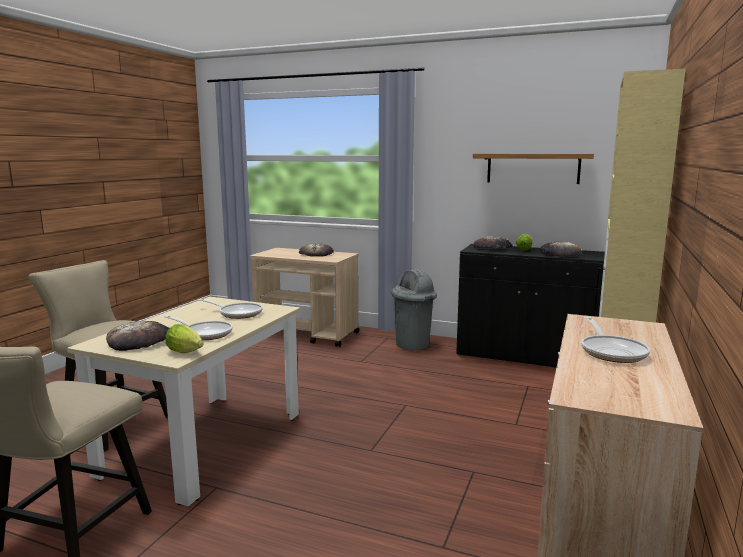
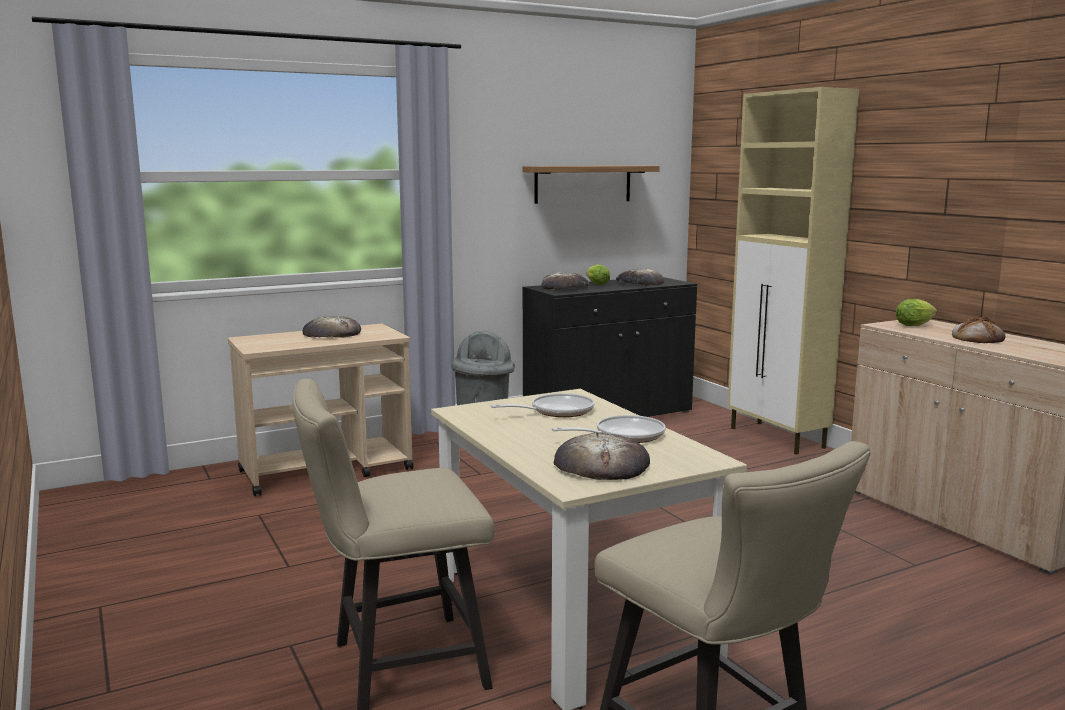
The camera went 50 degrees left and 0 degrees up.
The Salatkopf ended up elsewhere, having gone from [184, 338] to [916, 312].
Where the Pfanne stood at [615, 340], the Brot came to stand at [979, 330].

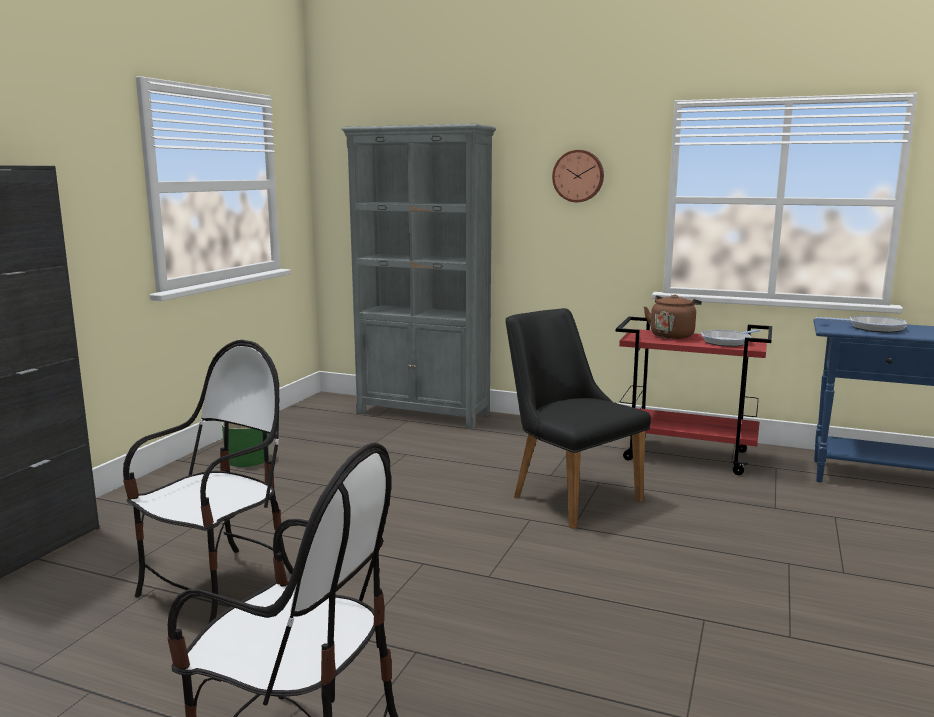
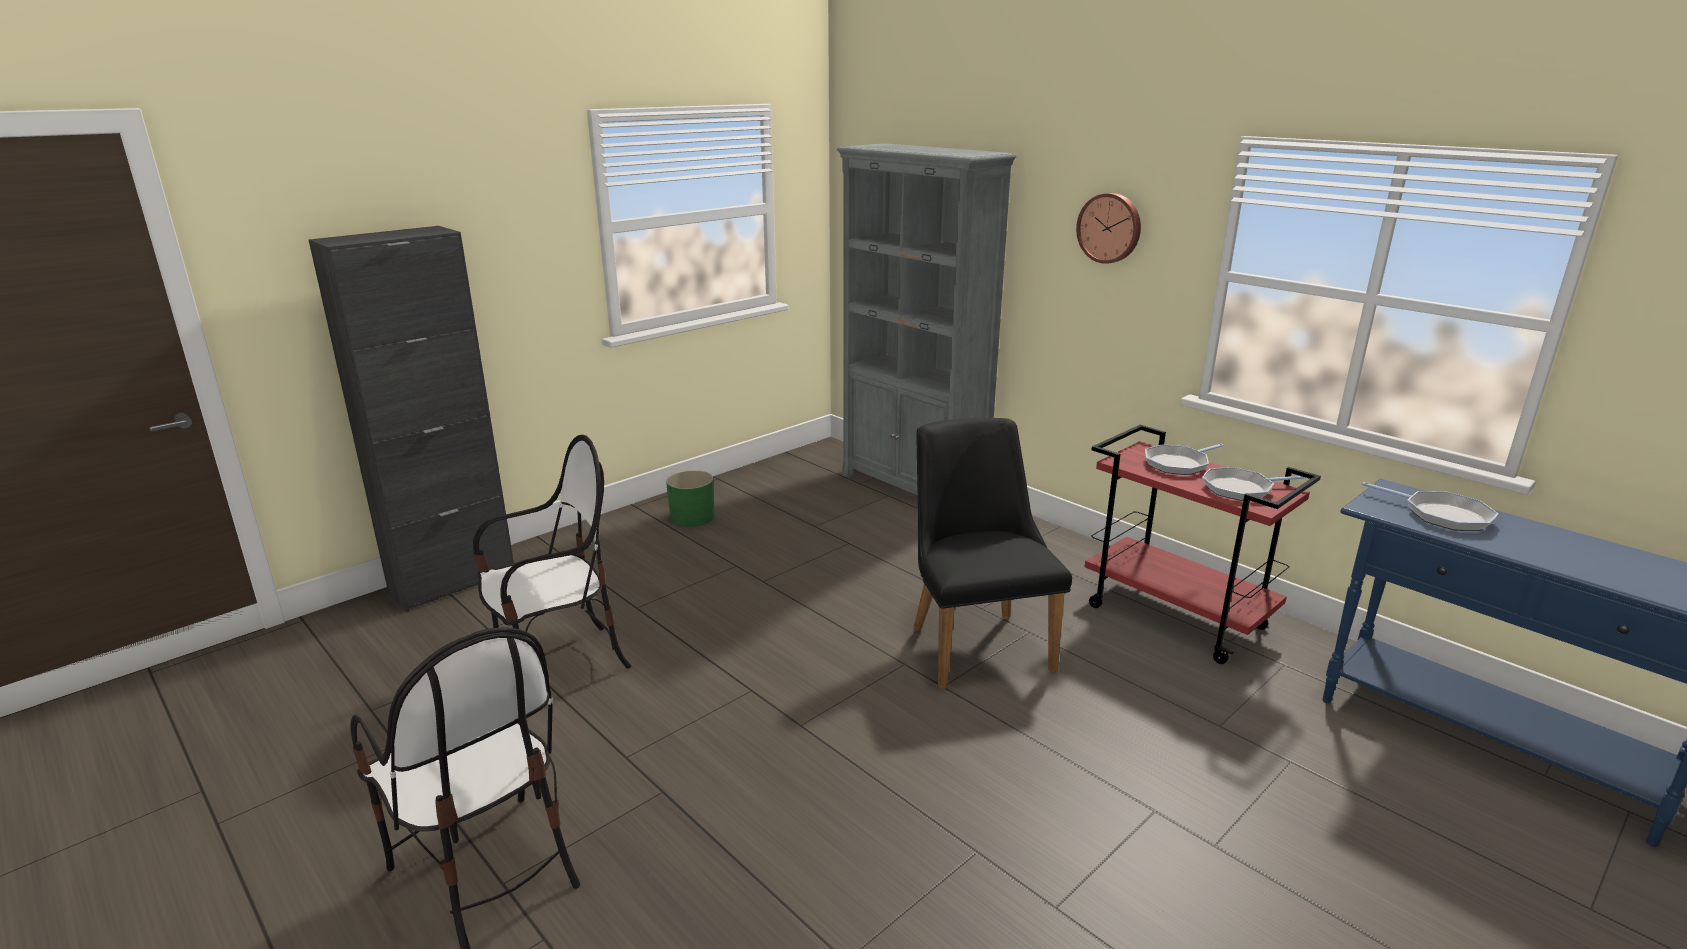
The camera went 25 degrees right and 10 degrees up.
Where the Wasserkessel [braun] stood at [673, 317], the Pfanne came to stand at [1184, 459].

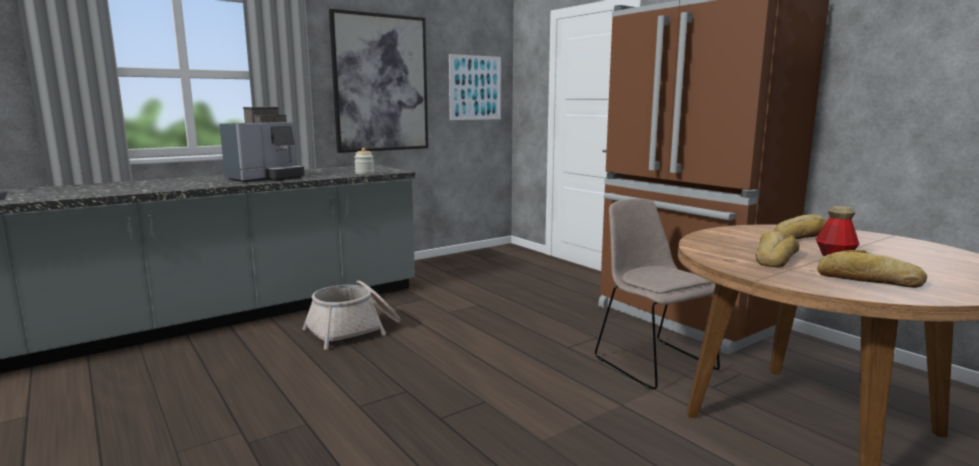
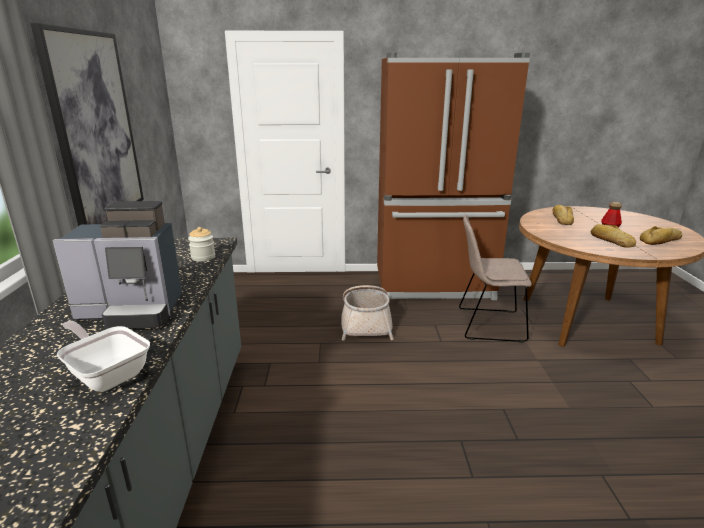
The camera went 55 degrees left and 10 degrees up.
The second view lost the Bild at [475, 87].
The second view gained the Pfanne at [103, 356].
The Korb ended up elsewhere, having gone from [352, 315] to [367, 313].
The Kaffeemaschine at [262, 144] ended up facing another way, 105 degrees clockwise from before.

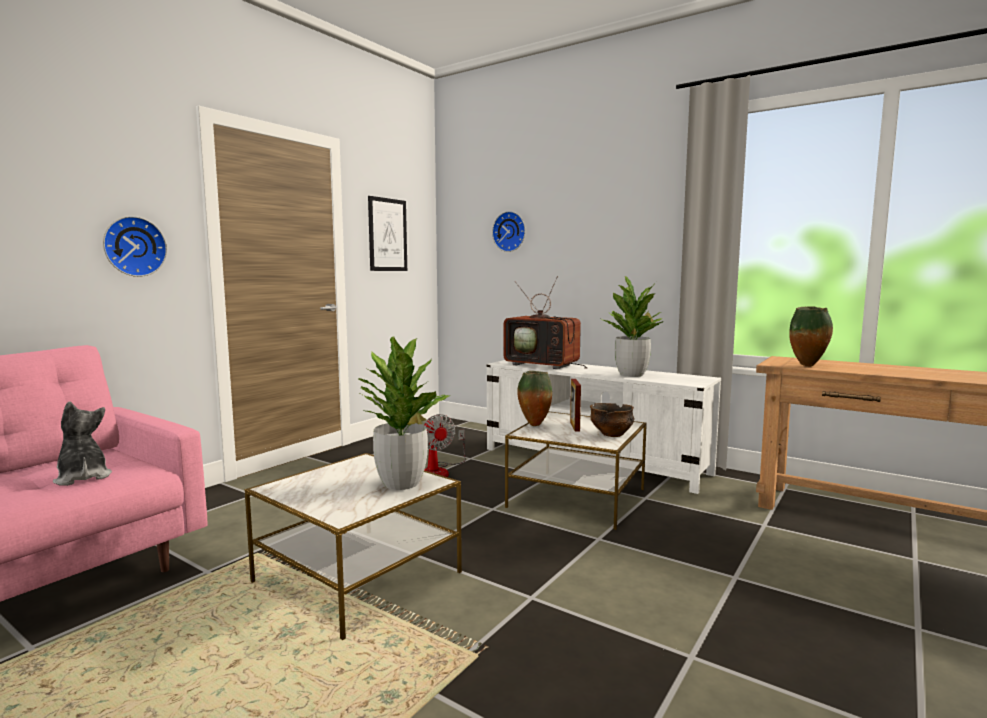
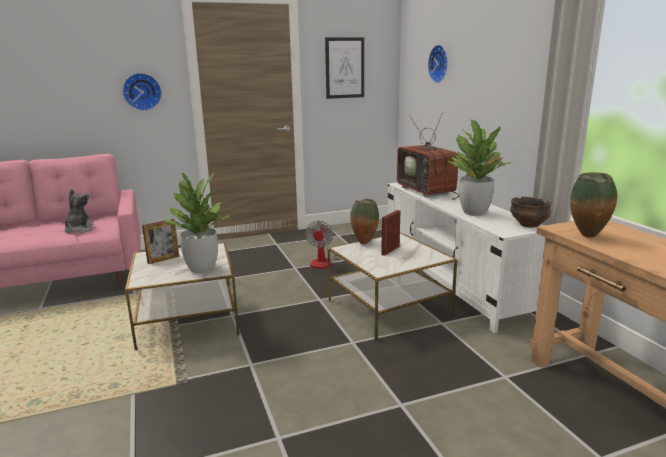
The camera went 35 degrees right and 10 degrees up.
The second view gained the Bilderrahmen at [160, 241].
The Schüssel ended up elsewhere, having gone from [612, 420] to [531, 212].

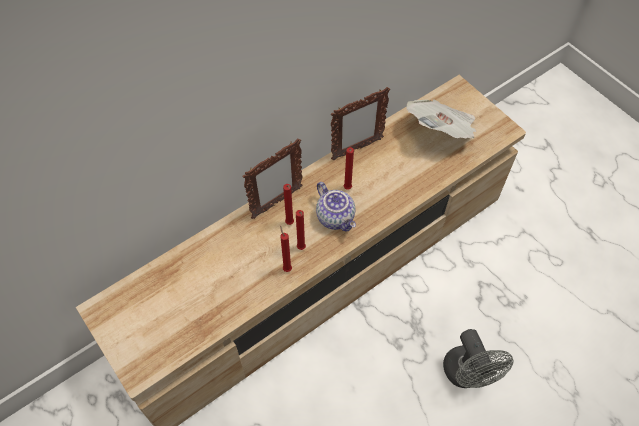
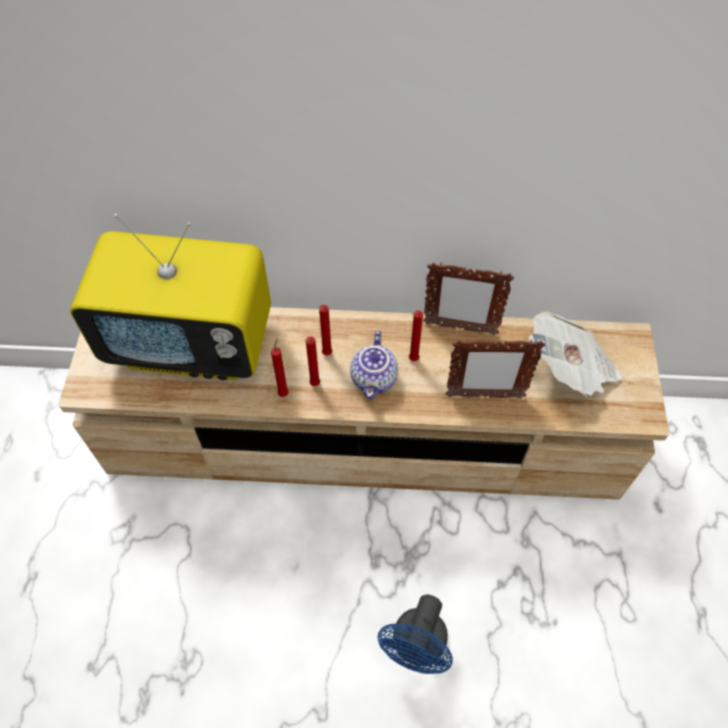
The camera went 40 degrees right and 0 degrees up.
The second view gained the Fernseher at [170, 297].
The Bilderrahmen ended up elsewhere, having gone from [272, 179] to [495, 368].
What was the Ventilator [grau] at [478, 358] turned into the Ventilator [blau] at [415, 634].

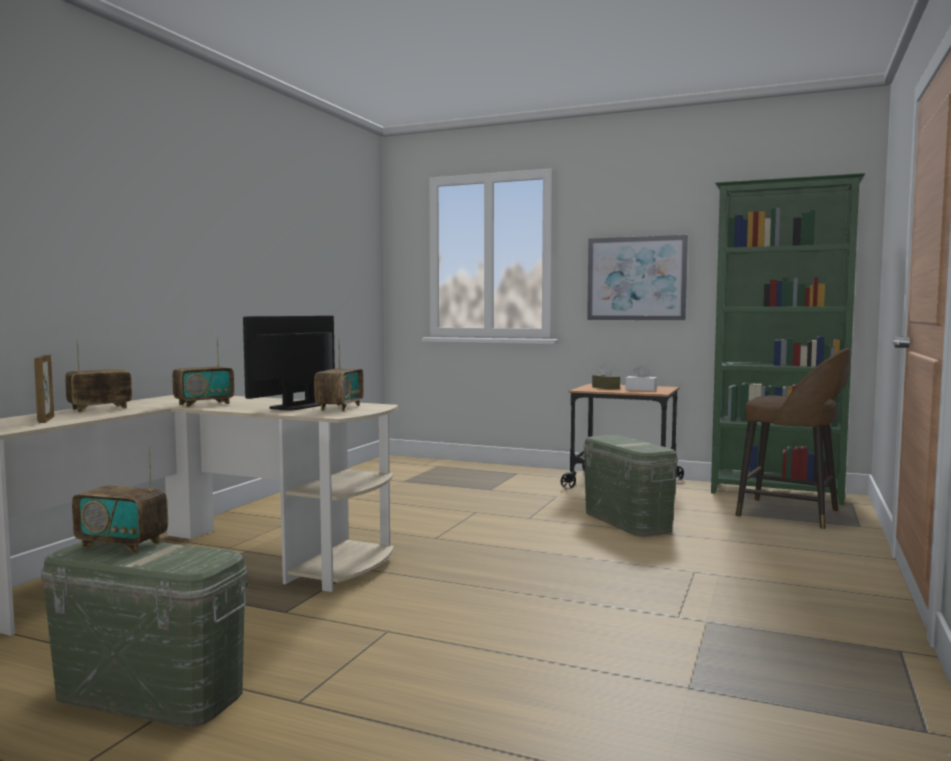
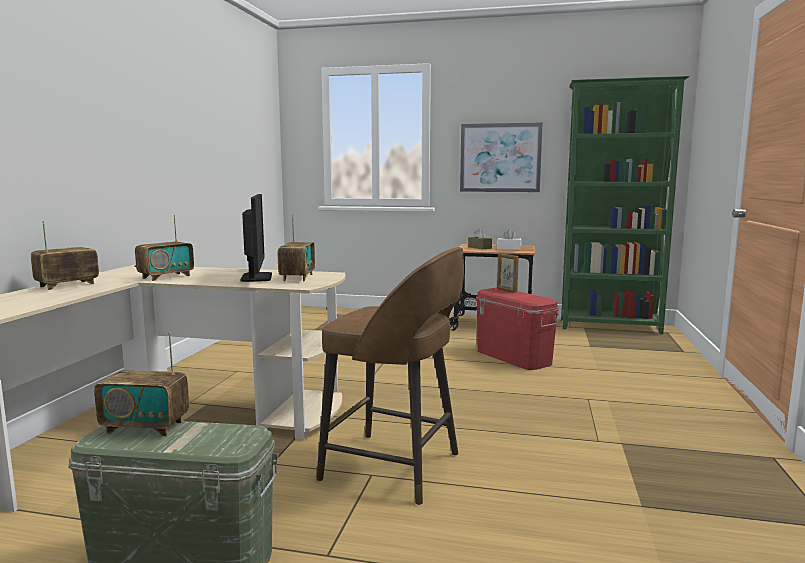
The camera went 10 degrees left and 5 degrees up.
The Bilderrahmen ended up elsewhere, having gone from [44, 389] to [508, 273].
The Hocker [braun] ended up elsewhere, having gone from [793, 438] to [390, 376].
What was the Aufbewahrungsbox [grün] at [630, 486] turned into the Aufbewahrungsbox [rot] at [517, 329].
The Monitor at [289, 363] ended up facing another way, 150 degrees clockwise from before.

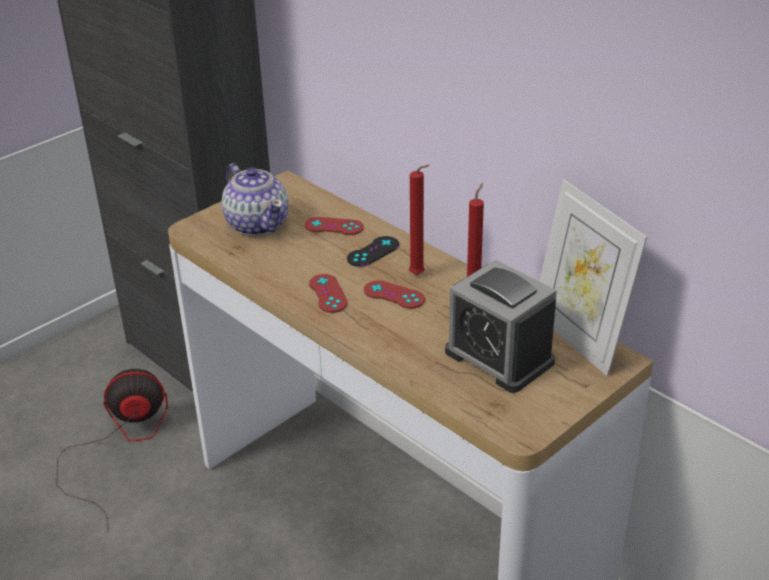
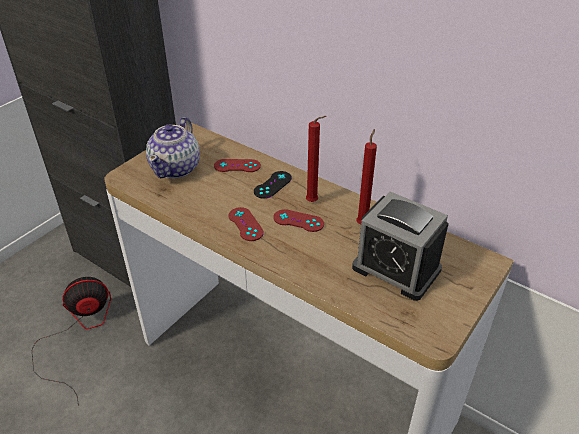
The camera went 10 degrees left and 5 degrees up.
The second view lost the Bilderrahmen at [593, 277].
The Teekanne at [255, 199] ended up facing another way, 60 degrees clockwise from before.

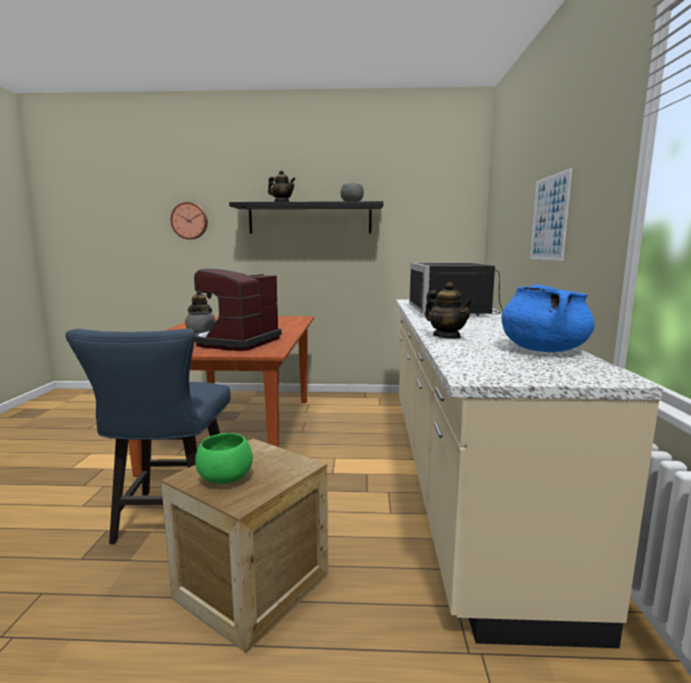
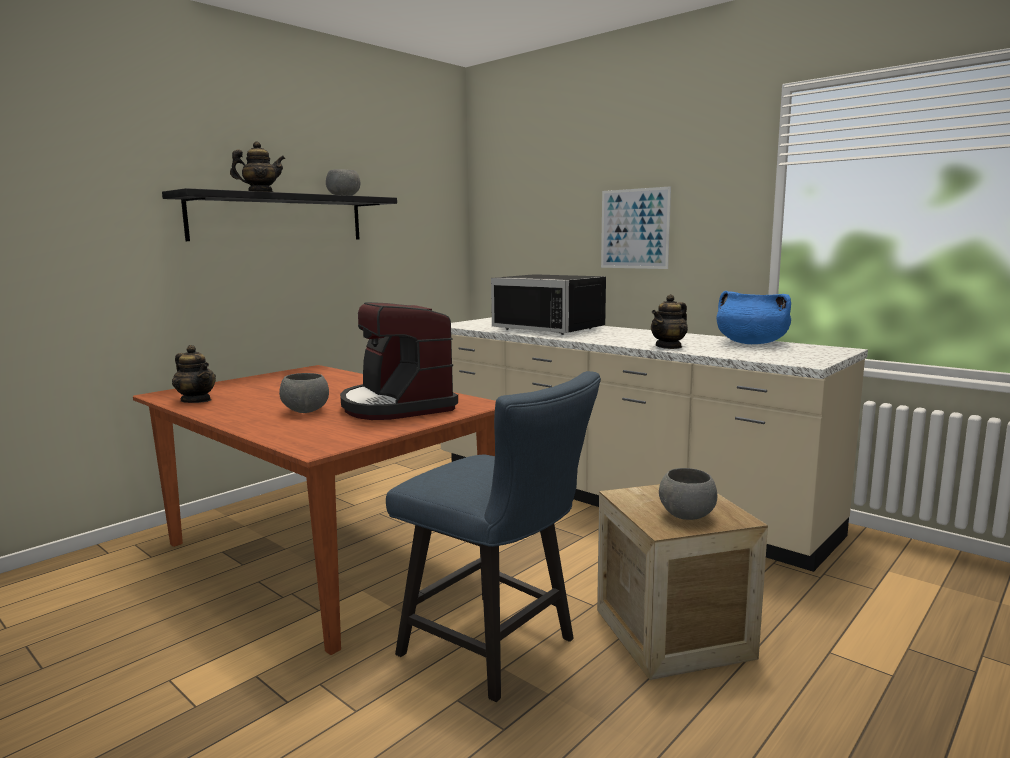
The camera went 50 degrees left and 0 degrees up.
The second view lost the Wanduhr at [189, 221].
What was the Schüssel [grün] at [224, 458] turned into the Schüssel [grau] at [688, 494].
The Teekanne at [449, 310] ended up facing another way, 135 degrees clockwise from before.

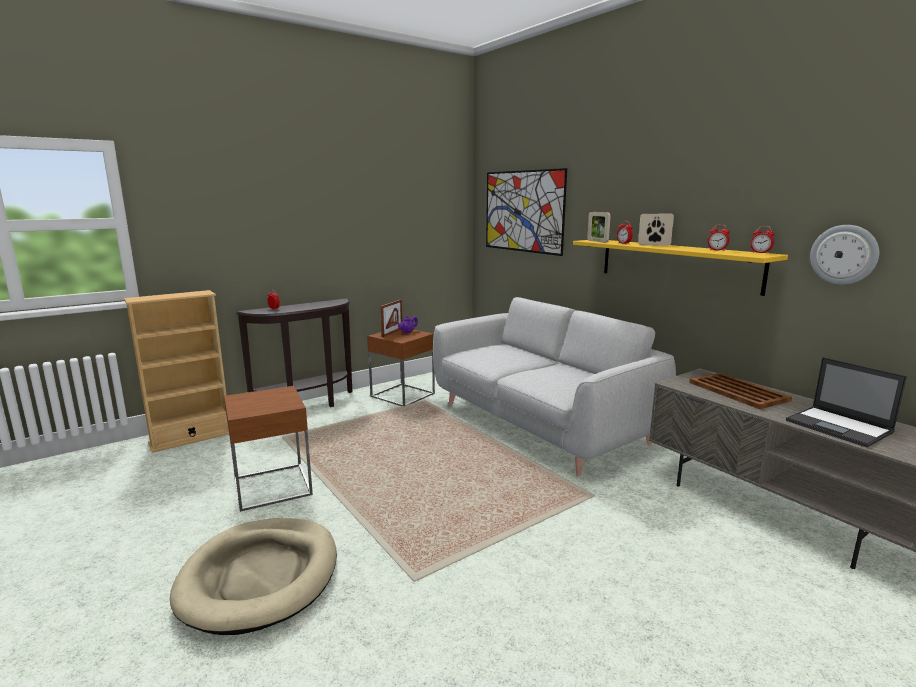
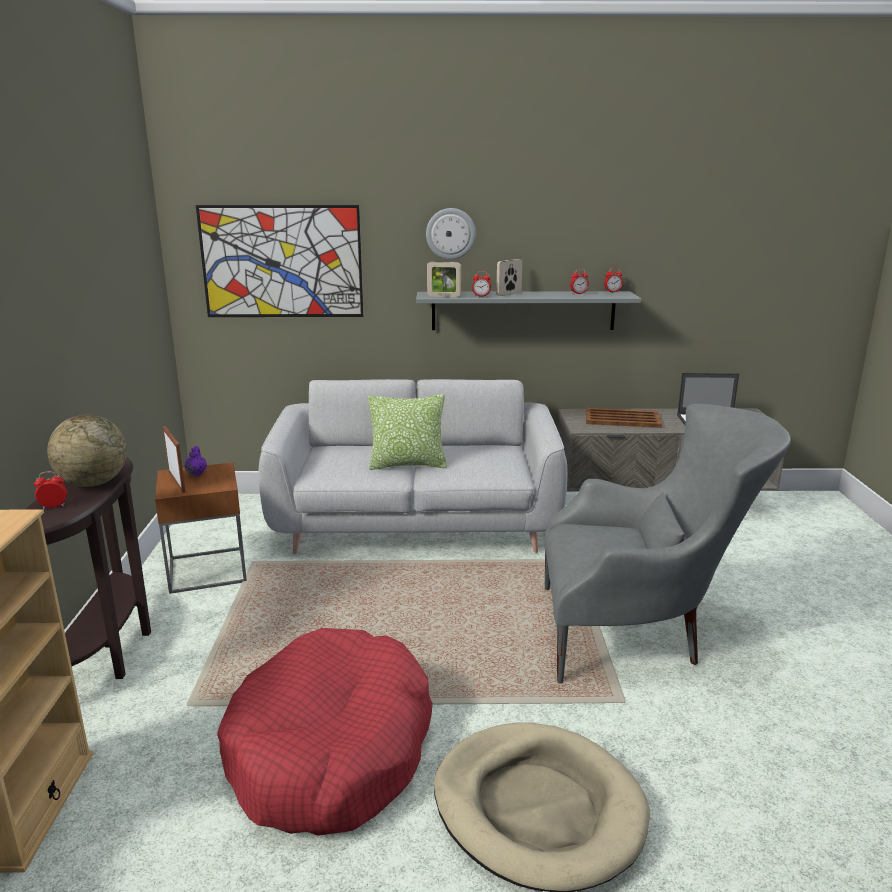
The camera went 55 degrees left and 5 degrees up.
The second view gained the Globus at [87, 451].
The second view gained the Kissen at [407, 432].
The second view gained the Sessel [grau] at [668, 543].
The Wanduhr ended up elsewhere, having gone from [844, 255] to [451, 234].
Where the Beistelltisch [braun] stood at [268, 449], the Hundebett [rot] came to stand at [325, 732].
What was the Wandregal [gelb] at [680, 268] turned into the Wandregal [grau] at [528, 310].

